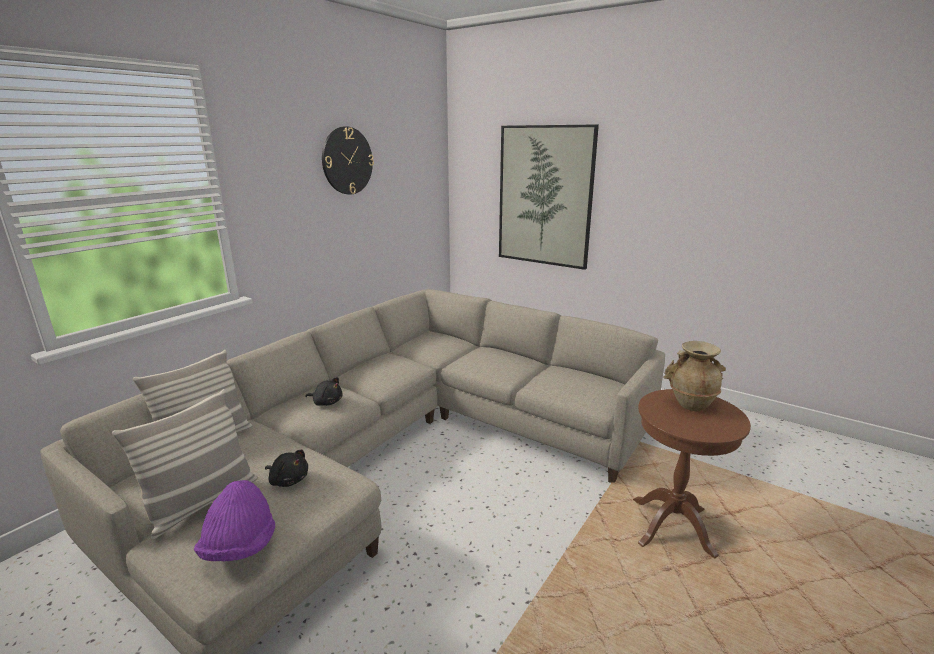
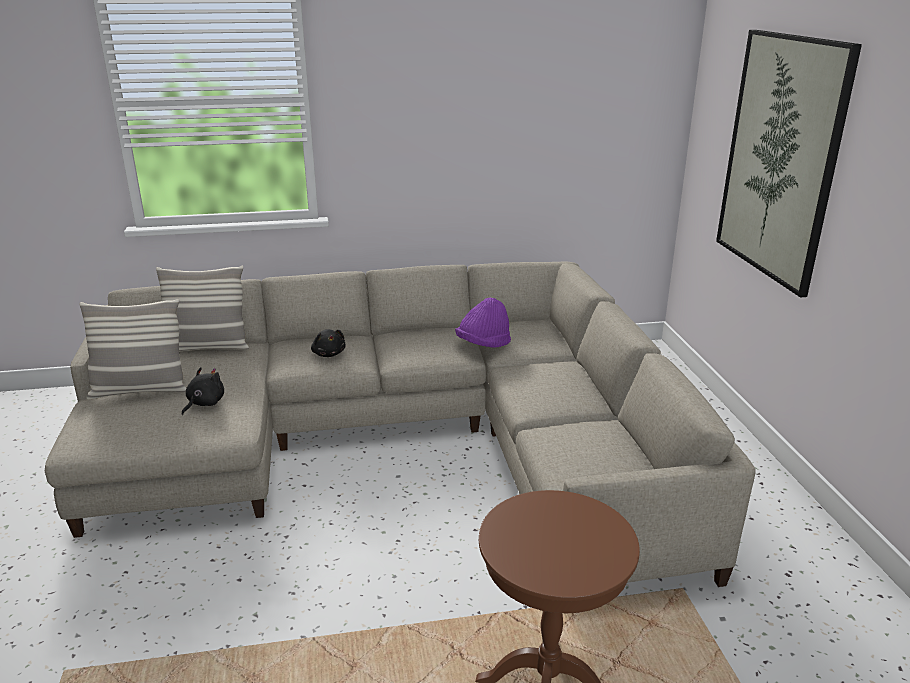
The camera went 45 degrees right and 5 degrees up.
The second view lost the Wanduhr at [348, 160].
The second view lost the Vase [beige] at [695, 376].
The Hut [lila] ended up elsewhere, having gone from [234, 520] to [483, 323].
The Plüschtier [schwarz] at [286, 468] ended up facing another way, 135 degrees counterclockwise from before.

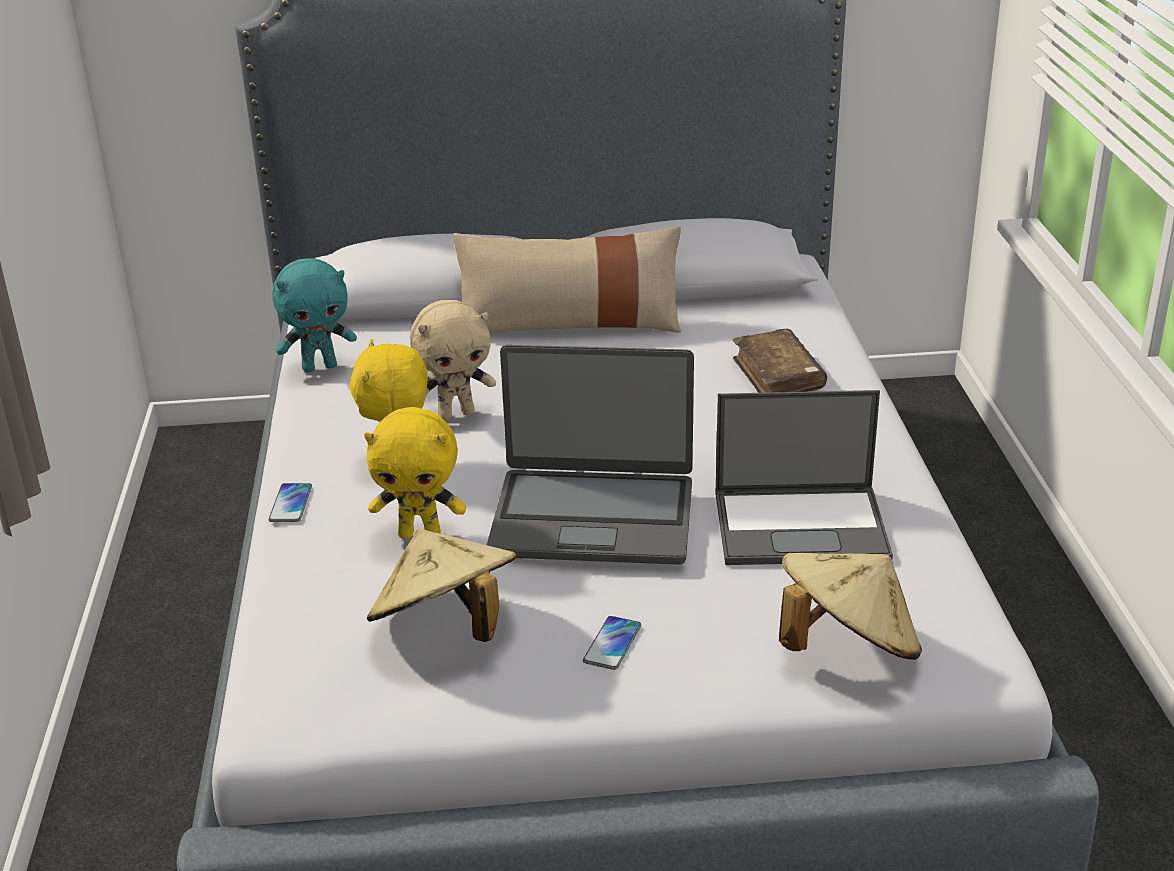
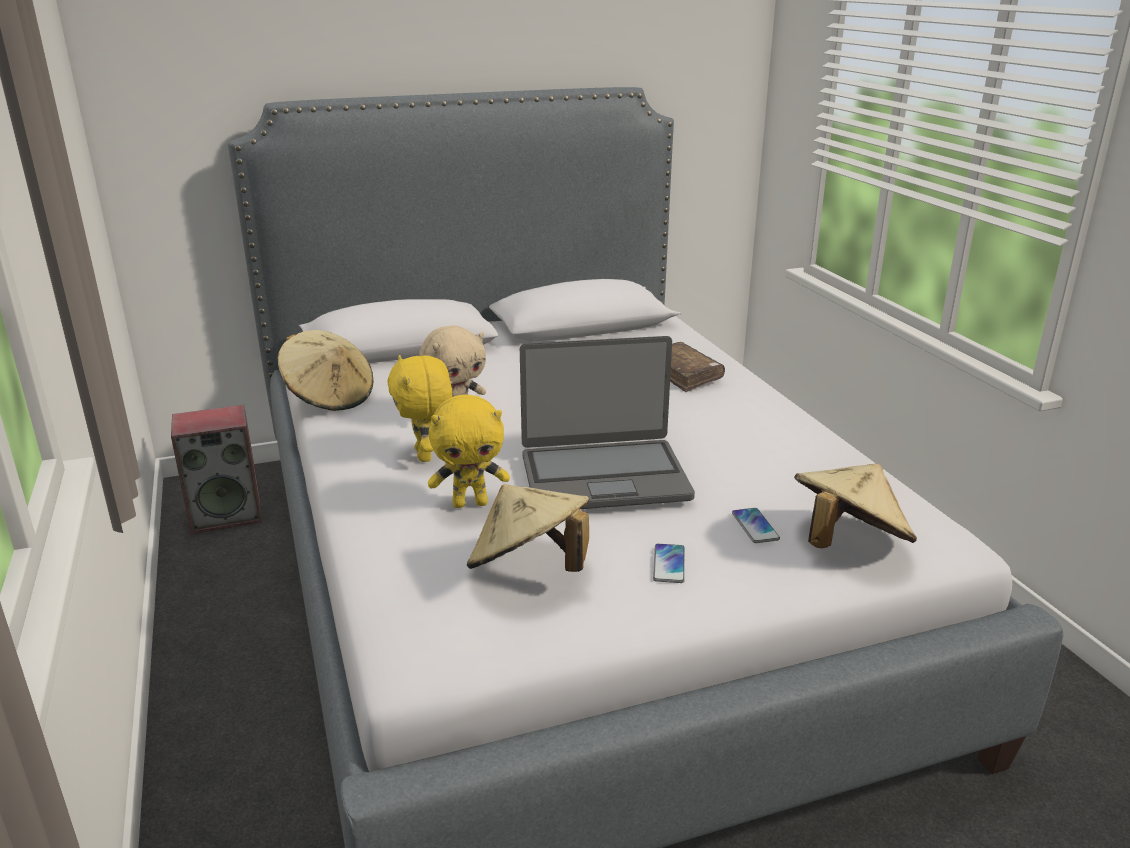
The camera went 15 degrees left and 5 degrees down.
The second view lost the Kissen [beige] at [567, 279].
The second view lost the Laptop at [804, 477].
The second view gained the Lautsprecher at [216, 469].
The Handy ended up elsewhere, having gone from [290, 502] to [756, 525].
Where the Plüschtier [türkis] stood at [314, 315], the Hut [beige] came to stand at [325, 370].

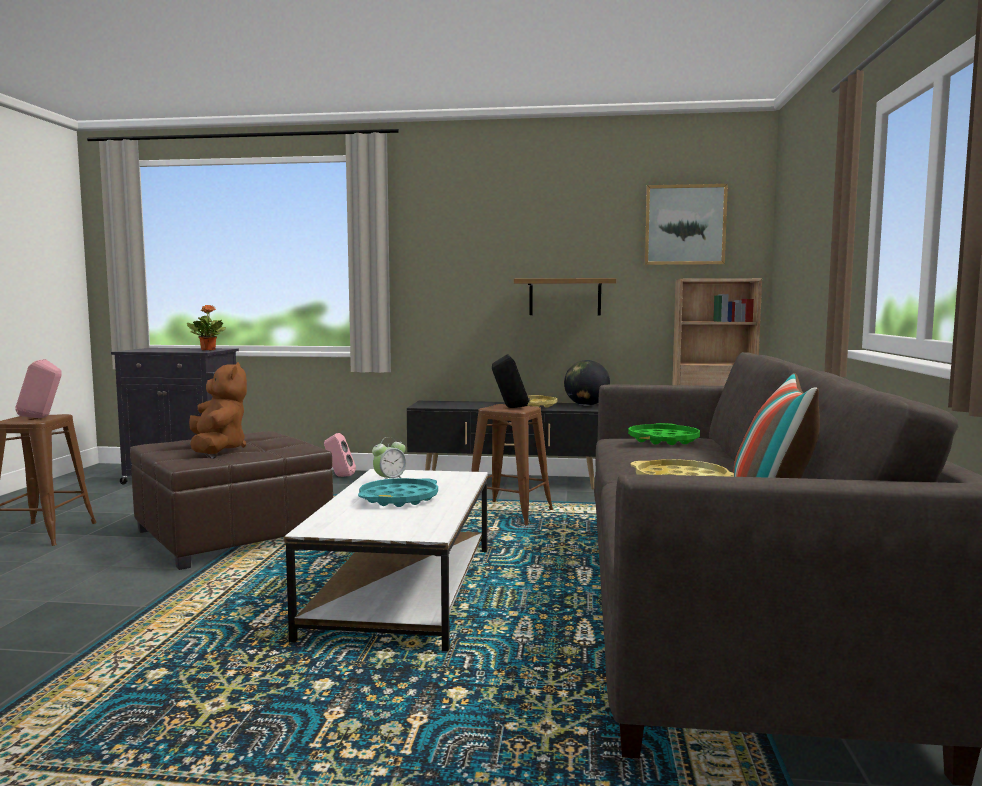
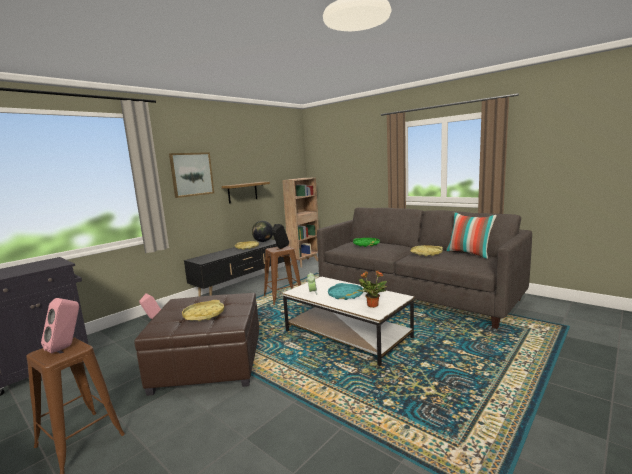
The camera went 55 degrees left and 5 degrees up.
The Topfpflanze ended up elsewhere, having gone from [206, 328] to [372, 289].
The Bild ended up elsewhere, having gone from [686, 224] to [191, 175].
Where the Plüschtier [braun] stood at [218, 408], the Tablett [gelb] came to stand at [203, 310].

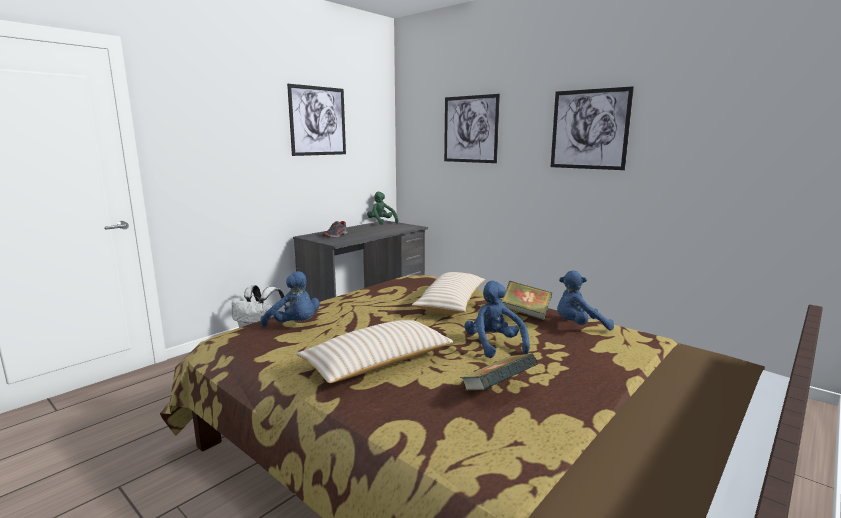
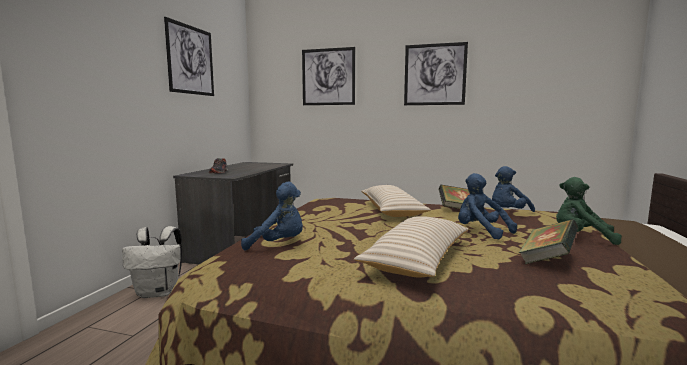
The camera went 25 degrees left and 5 degrees down.
The Plüschtier [grün] ended up elsewhere, having gone from [382, 208] to [589, 211].

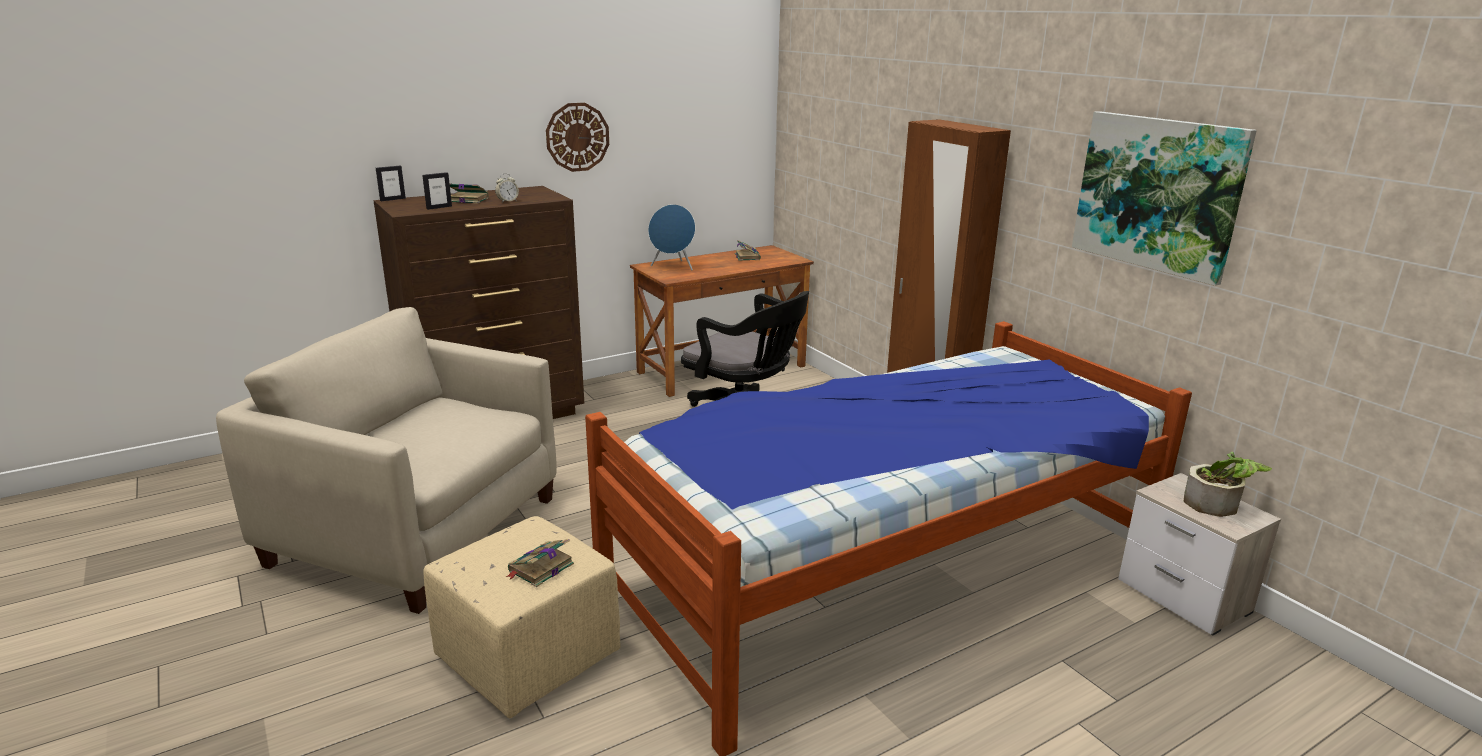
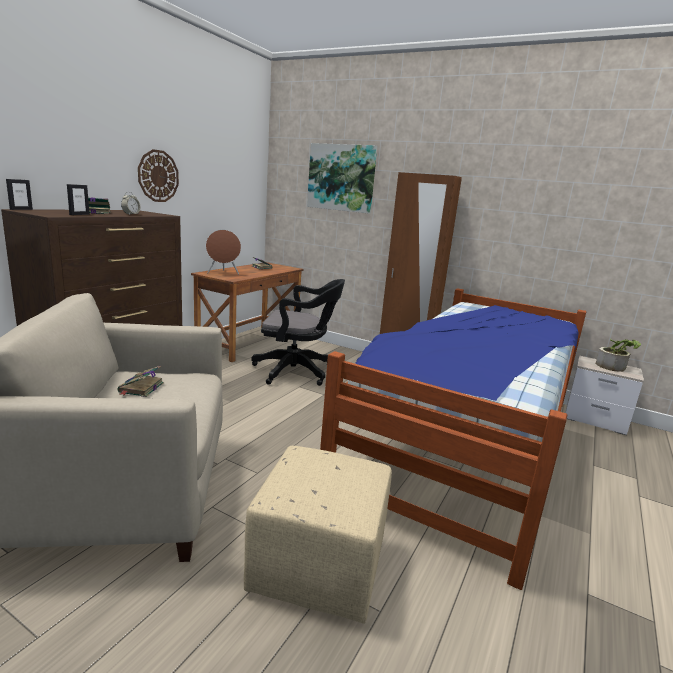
The camera went 30 degrees left and 5 degrees down.
The Buch ended up elsewhere, having gone from [540, 563] to [140, 381].
The Bild ended up elsewhere, having gone from [1164, 198] to [342, 178].
What was the Lautsprecher [blau] at [671, 237] turned into the Lautsprecher [braun] at [223, 252].

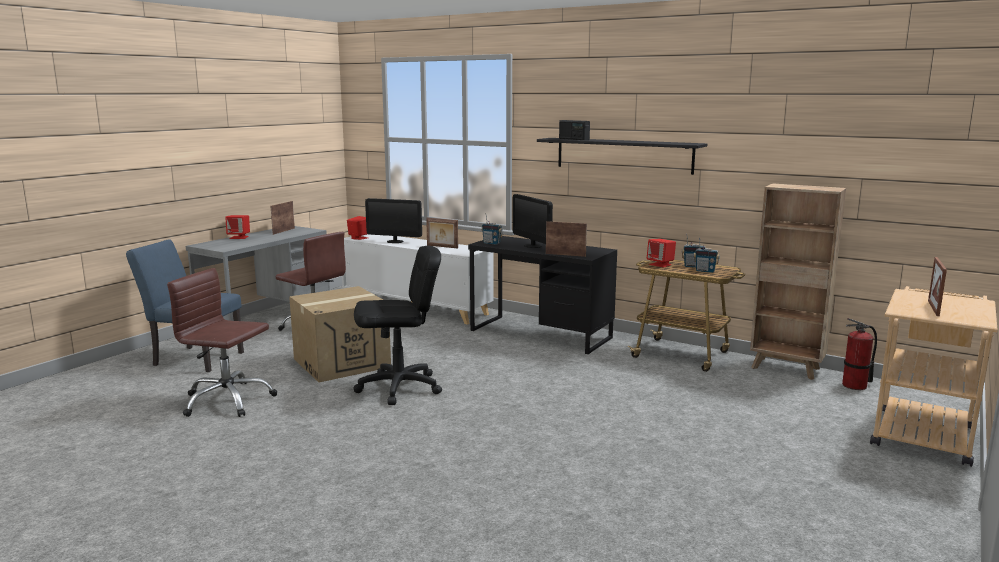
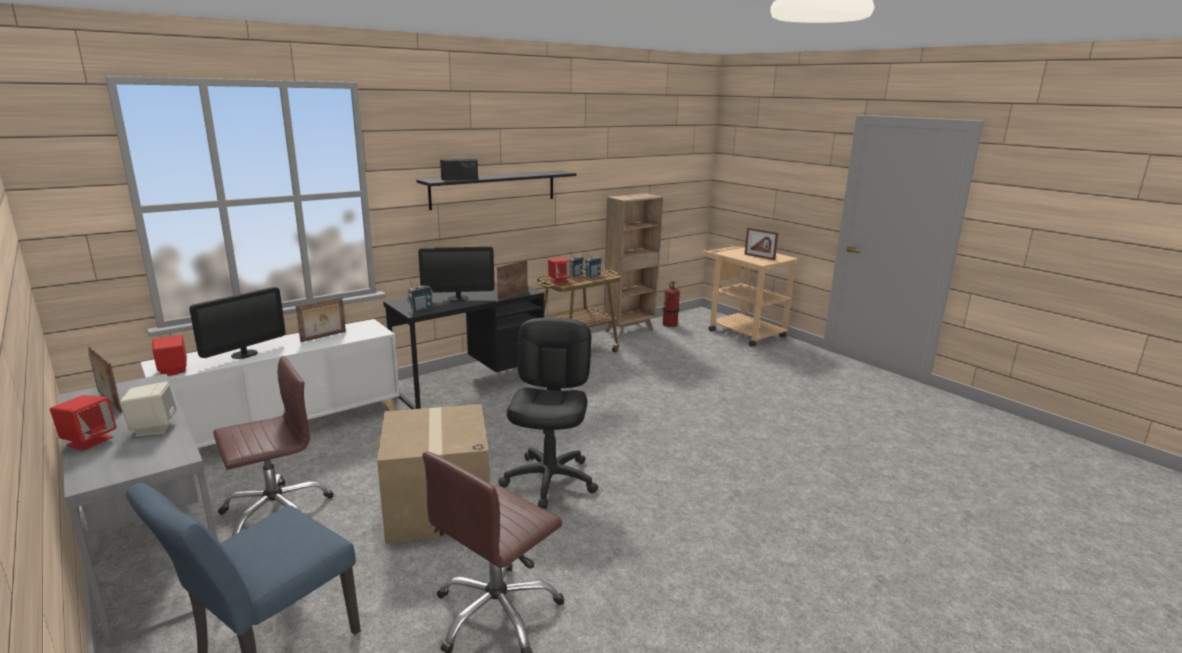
The camera went 70 degrees left and 5 degrees up.
The second view gained the Lautsprecher [beige] at [148, 409].

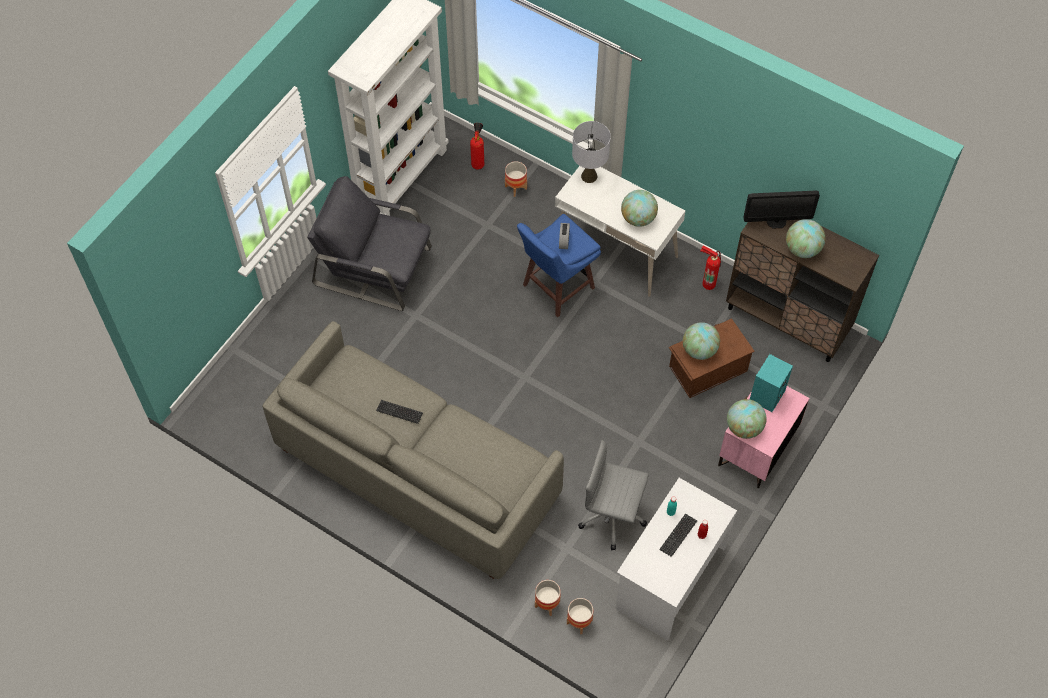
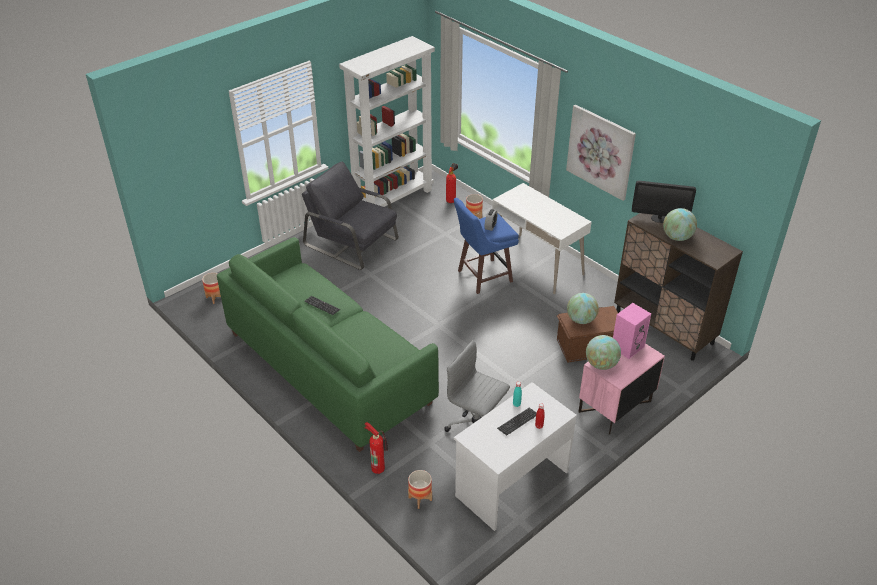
The camera went 15 degrees right and 20 degrees down.
The second view lost the Tischlampe [grau] at [591, 152].
The second view lost the Globus at [639, 208].
The second view gained the Bild at [601, 153].
The Pflanzkübel ended up elsewhere, having gone from [548, 598] to [211, 288].
The Feuerlöscher ended up elsewhere, having gone from [710, 268] to [376, 448].
What was the Sofa [grau] at [413, 450] turned into the Sofa [grün] at [328, 344].
What was the Lautsprecher [türkis] at [771, 383] turned into the Lautsprecher [rosa] at [632, 331].

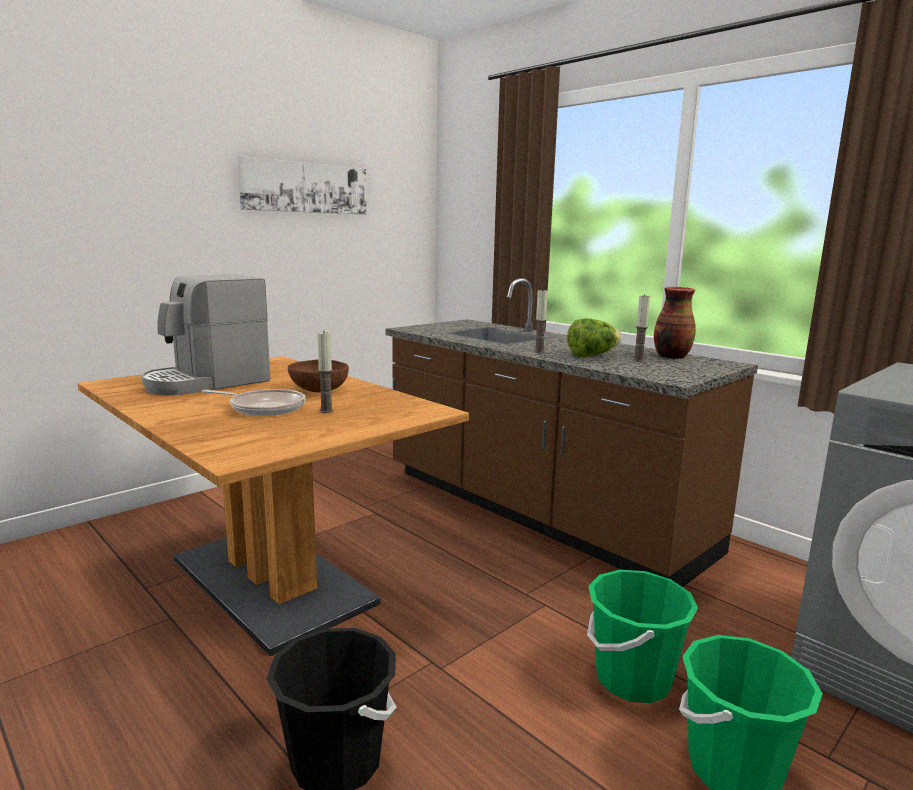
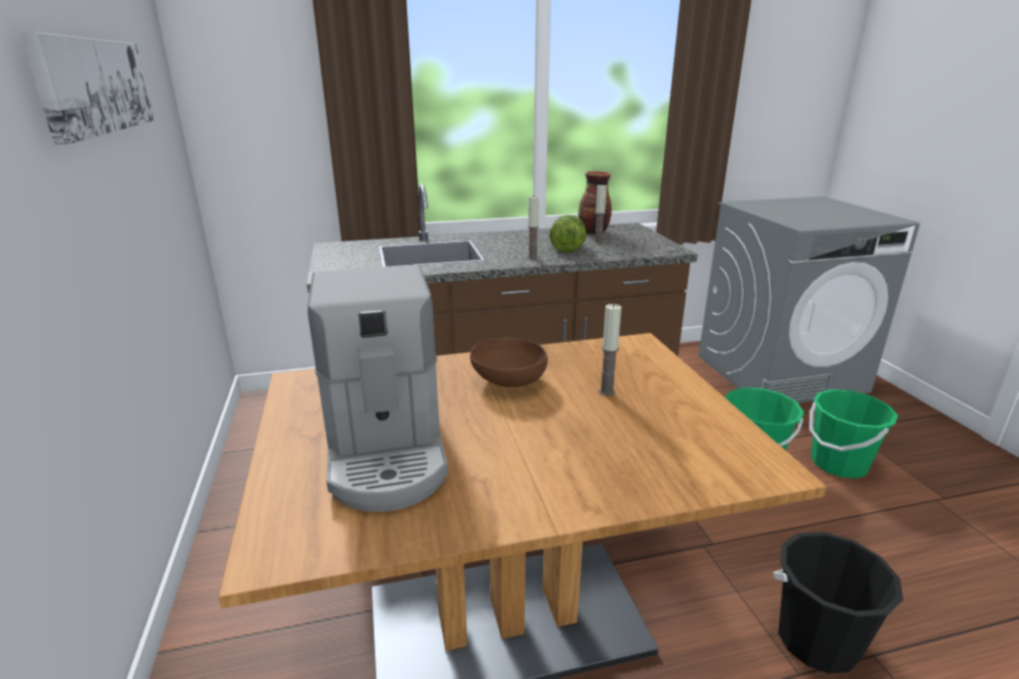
The camera went 60 degrees left and 10 degrees up.
The second view lost the Pfanne at [254, 402].

